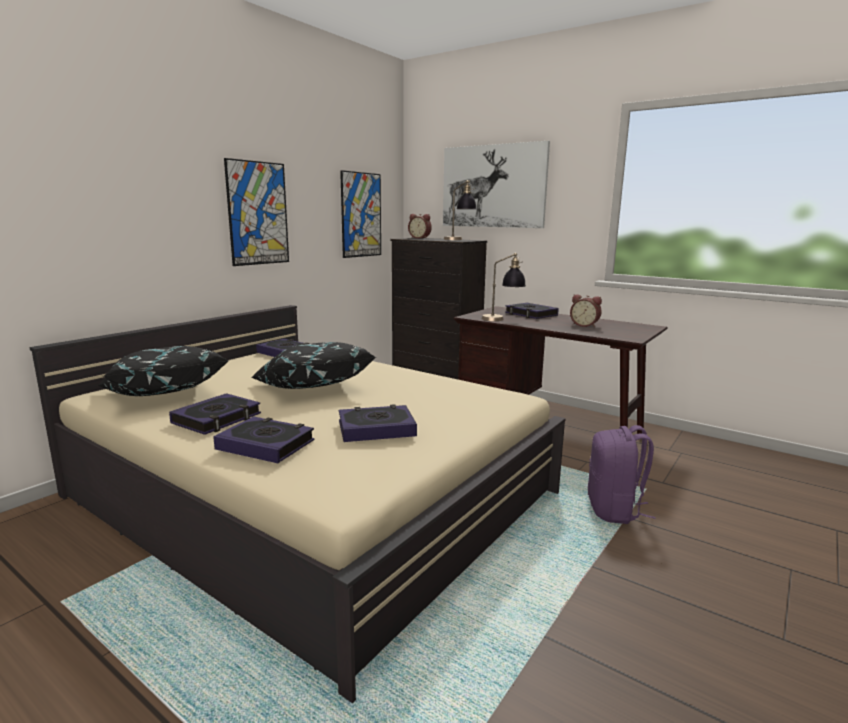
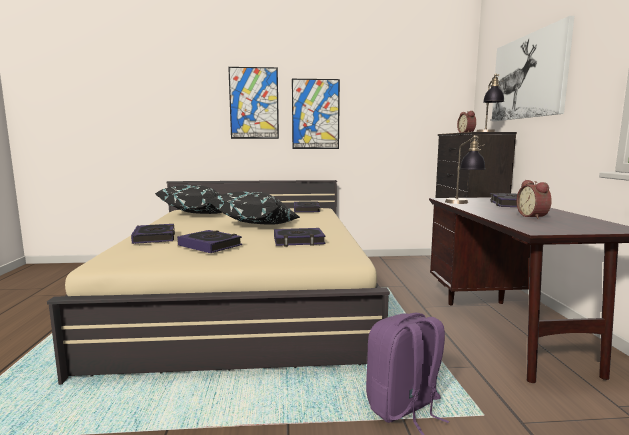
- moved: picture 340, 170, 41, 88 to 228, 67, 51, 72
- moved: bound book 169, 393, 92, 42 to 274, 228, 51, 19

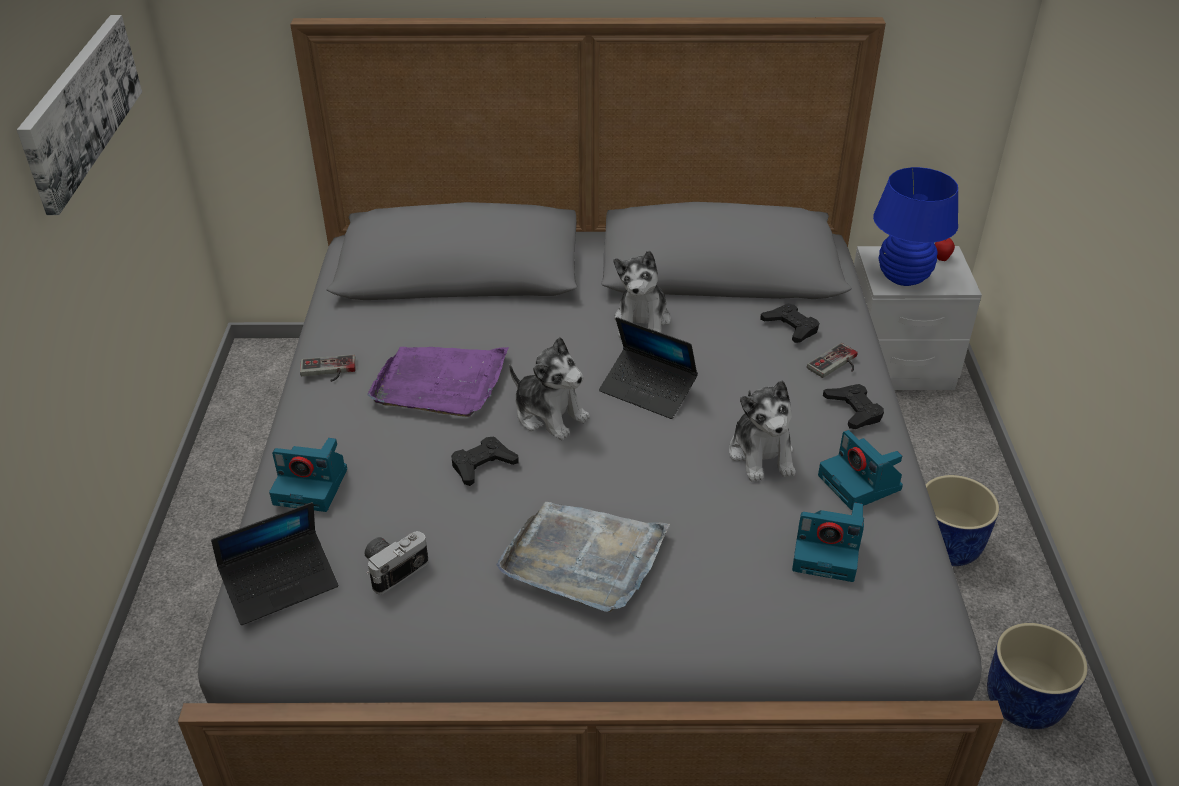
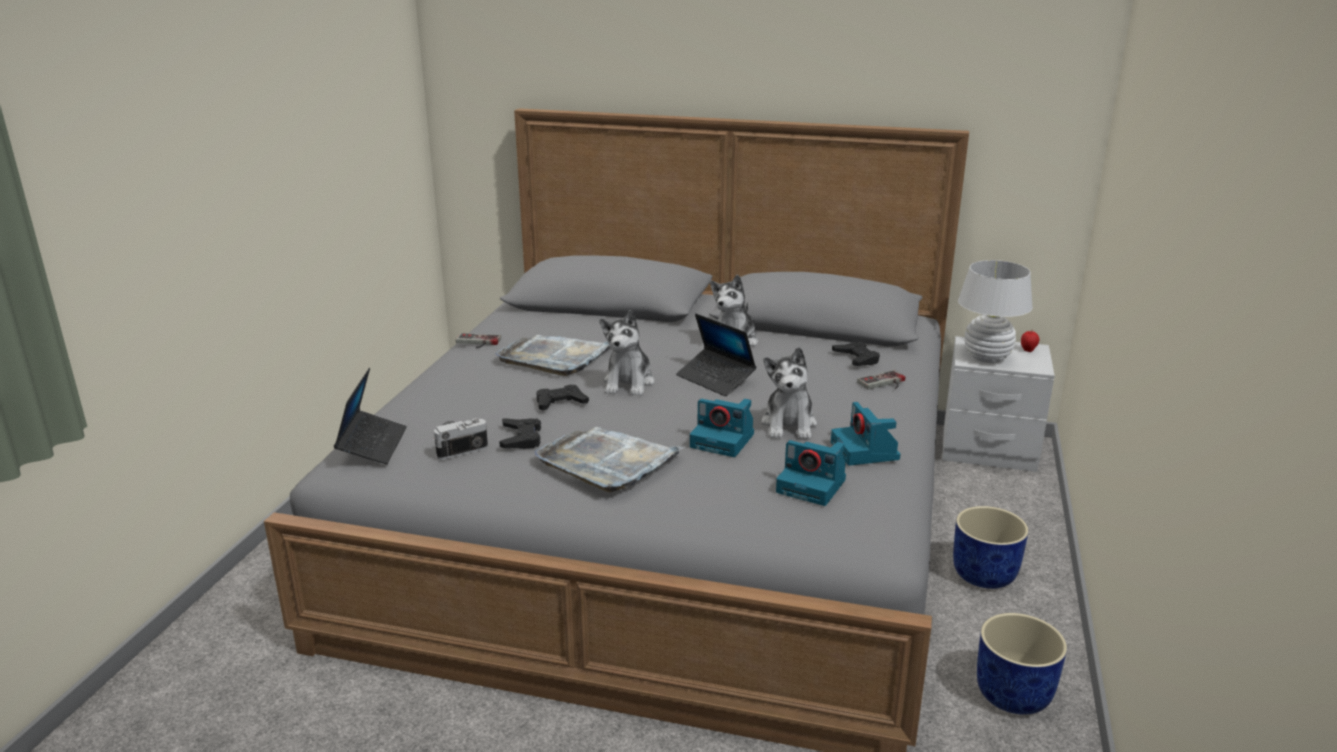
- removed: picture 17, 15, 125, 200
- recoloured: tabletop lamp/blue 873, 167, 85, 119 to tabletop lamp/white 958, 260, 75, 103
- turned: soft toy 509, 337, 81, 103 = 600, 310, 55, 86 45 degrees clockwise
- recoloured: serving tray/purplish 367, 347, 142, 70 to serving tray/greyish 495, 335, 116, 41
- moved: gamepad/black-coloured 823, 384, 61, 45 to 499, 418, 42, 31
- moved: photo camera 269, 438, 78, 74 to 690, 399, 64, 58
- turned: notebook computer 211, 502, 127, 123 = 334, 368, 73, 96 75 degrees counterclockwise

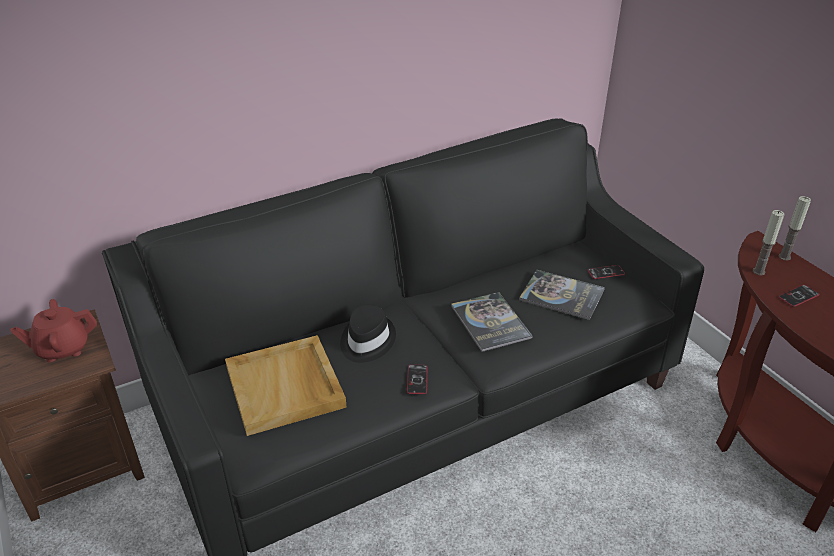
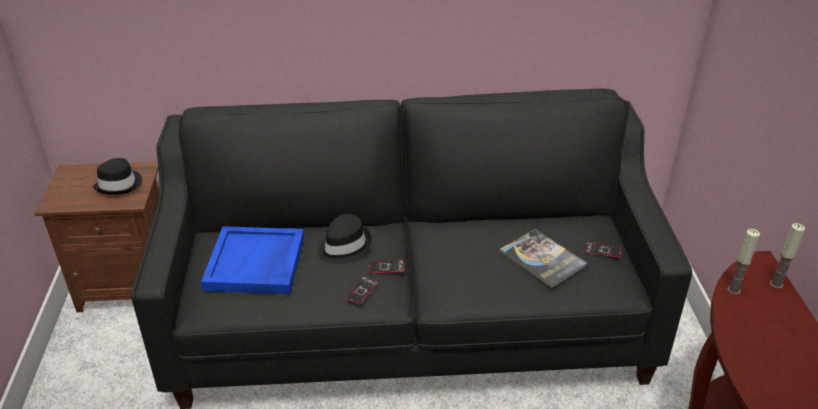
- moved: handset 778, 285, 41, 22 to 368, 260, 37, 14
- removed: bound book 451, 292, 82, 60
- replaced: tea pot/red 11, 299, 86, 63 to hat/black-coloured 93, 158, 49, 37
- recoloured: serving tray/sand-coloured 225, 335, 122, 101 to serving tray/blue 201, 226, 103, 68

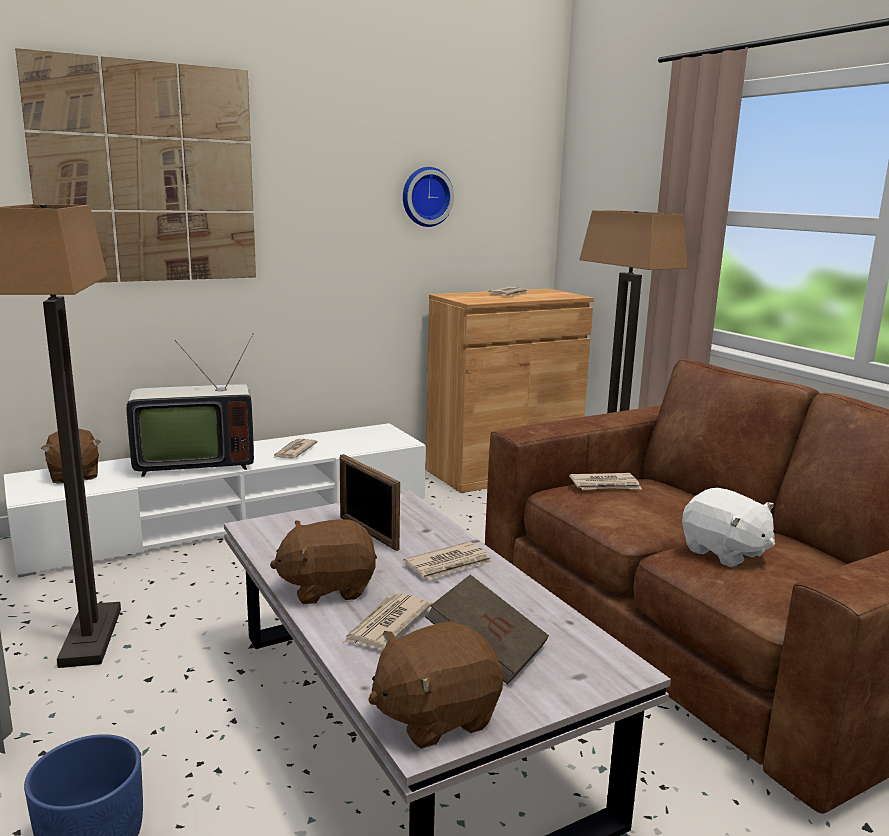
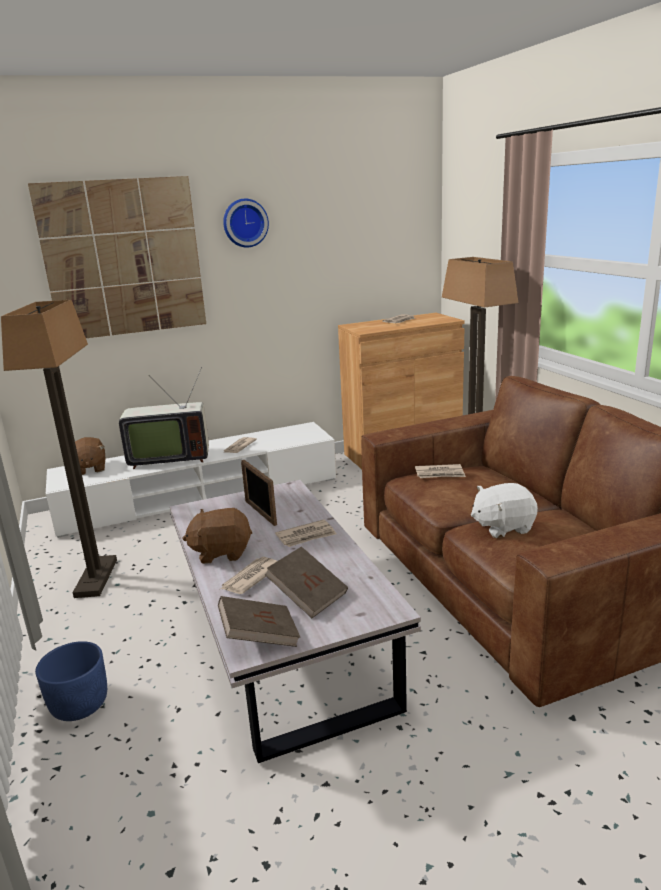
- moved: wall clock 403, 167, 51, 60 to 223, 199, 46, 49
- turned: soft toy/white 682, 488, 93, 80 = 471, 483, 67, 55 105 degrees clockwise
- replaced: soft toy/brown-coloured 368, 621, 135, 128 to bound book/brown-coloured 218, 596, 82, 51

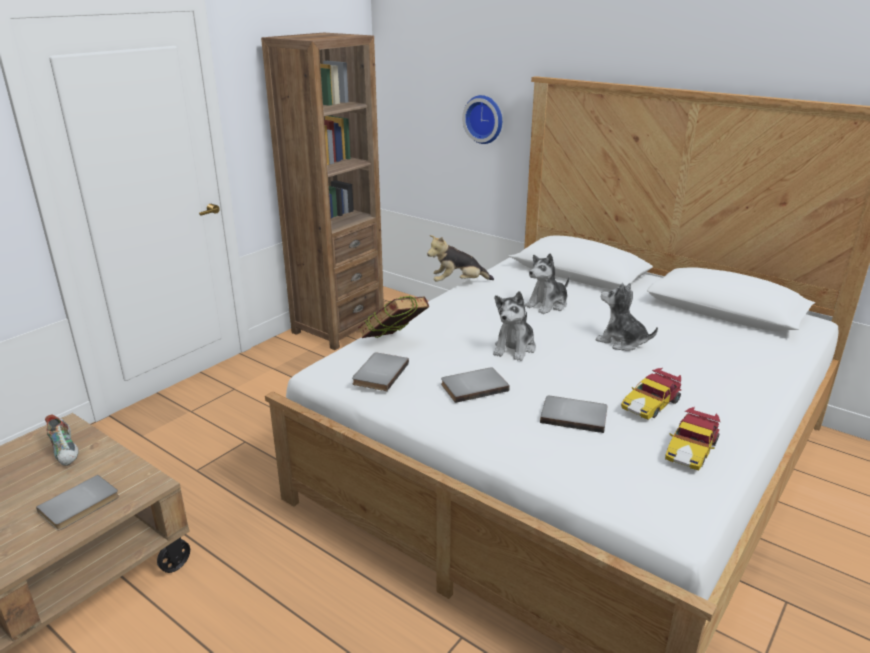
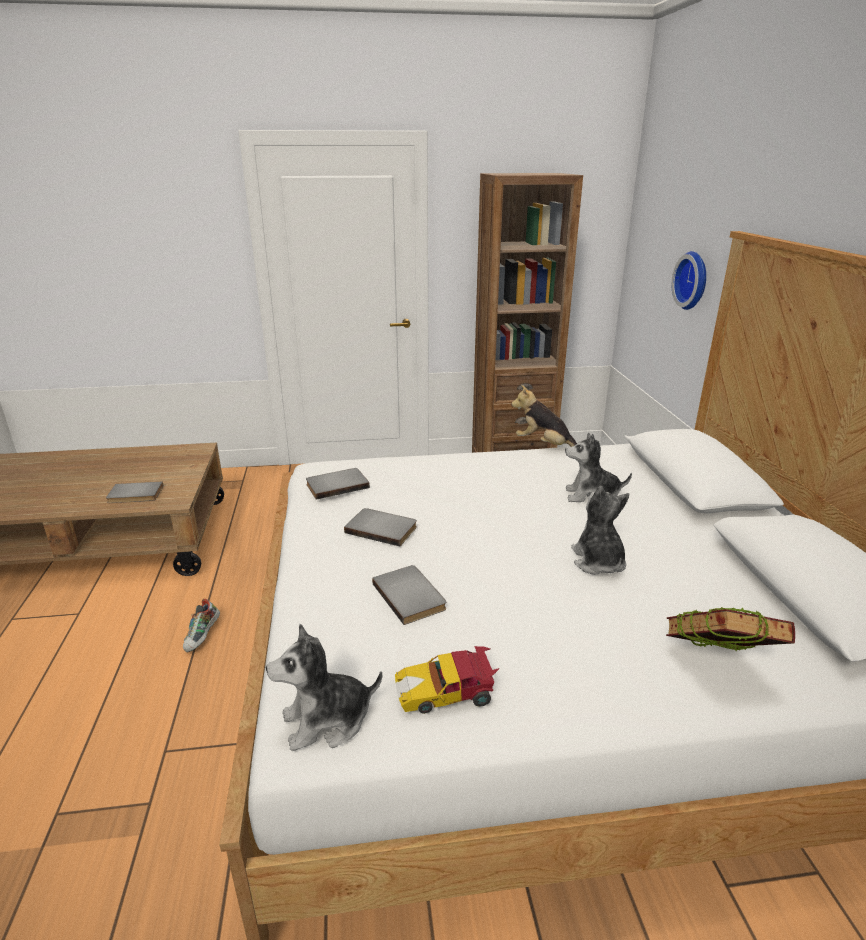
- moved: soft toy 493, 291, 43, 70 to 266, 624, 116, 127
- moved: bound book 358, 296, 71, 42 to 666, 607, 129, 44
- removed: model car 621, 368, 60, 52
- moved: low shoe 45, 414, 34, 52 to 183, 599, 37, 53

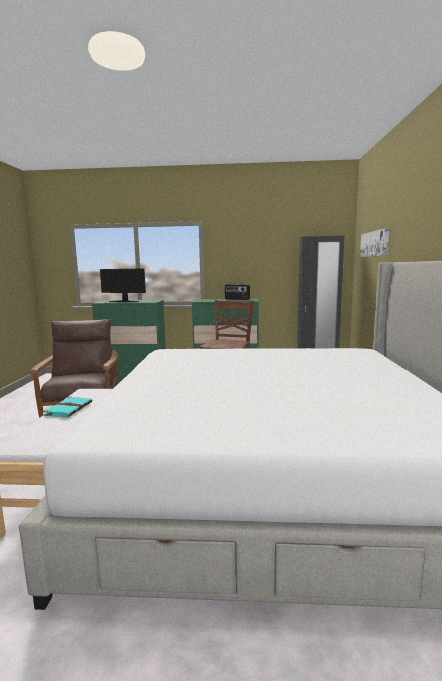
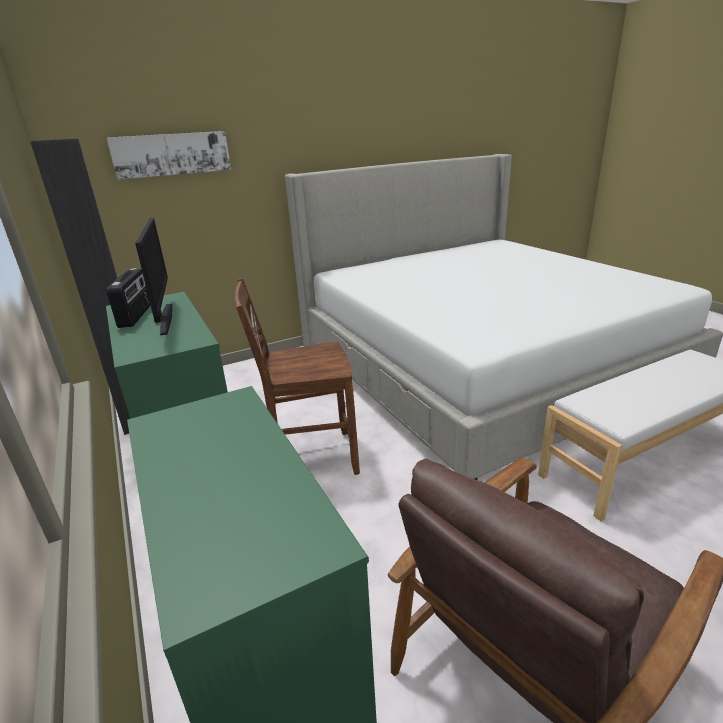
- moved: monitor 100, 269, 46, 33 to 135, 218, 37, 117
- removed: bound book/turquoise-coloured 43, 397, 49, 21

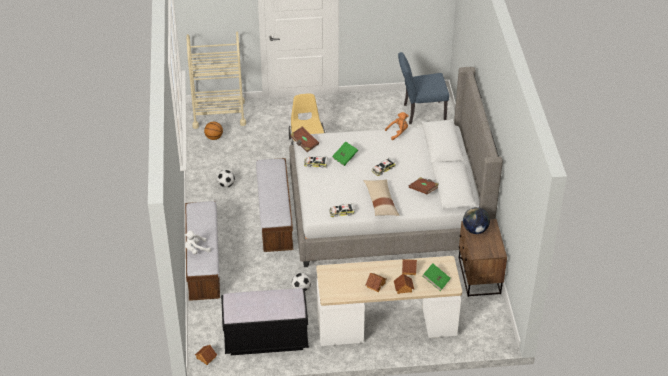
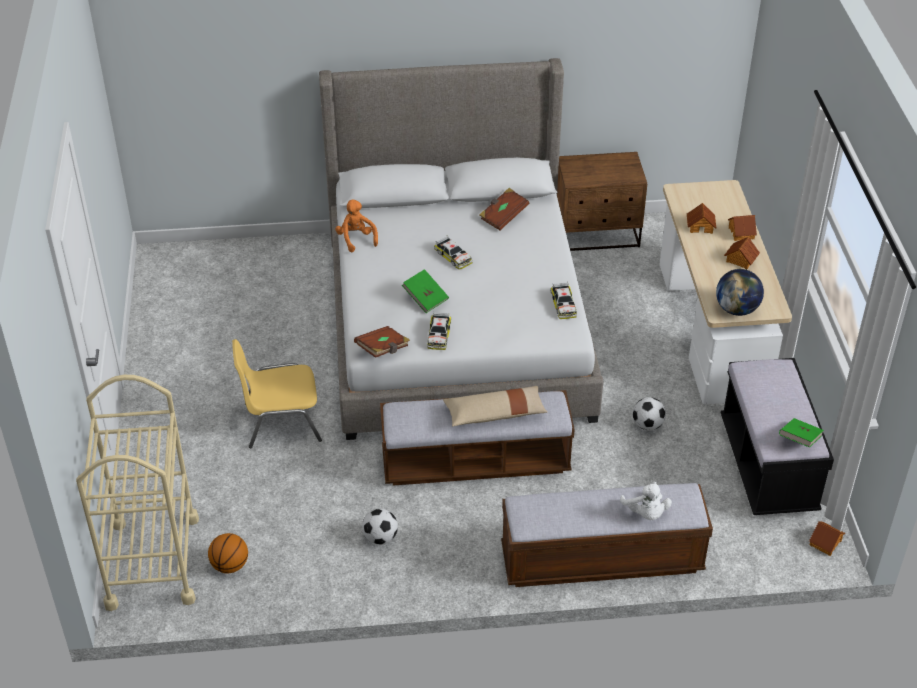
- removed: chair/blue 398, 52, 51, 72
- moved: throw pillow/sand-coloured 363, 180, 37, 36 to 443, 386, 105, 40
- moved: globe 463, 207, 27, 27 to 716, 269, 48, 47
- moved: bound book/greenish 422, 263, 29, 28 to 779, 418, 45, 30

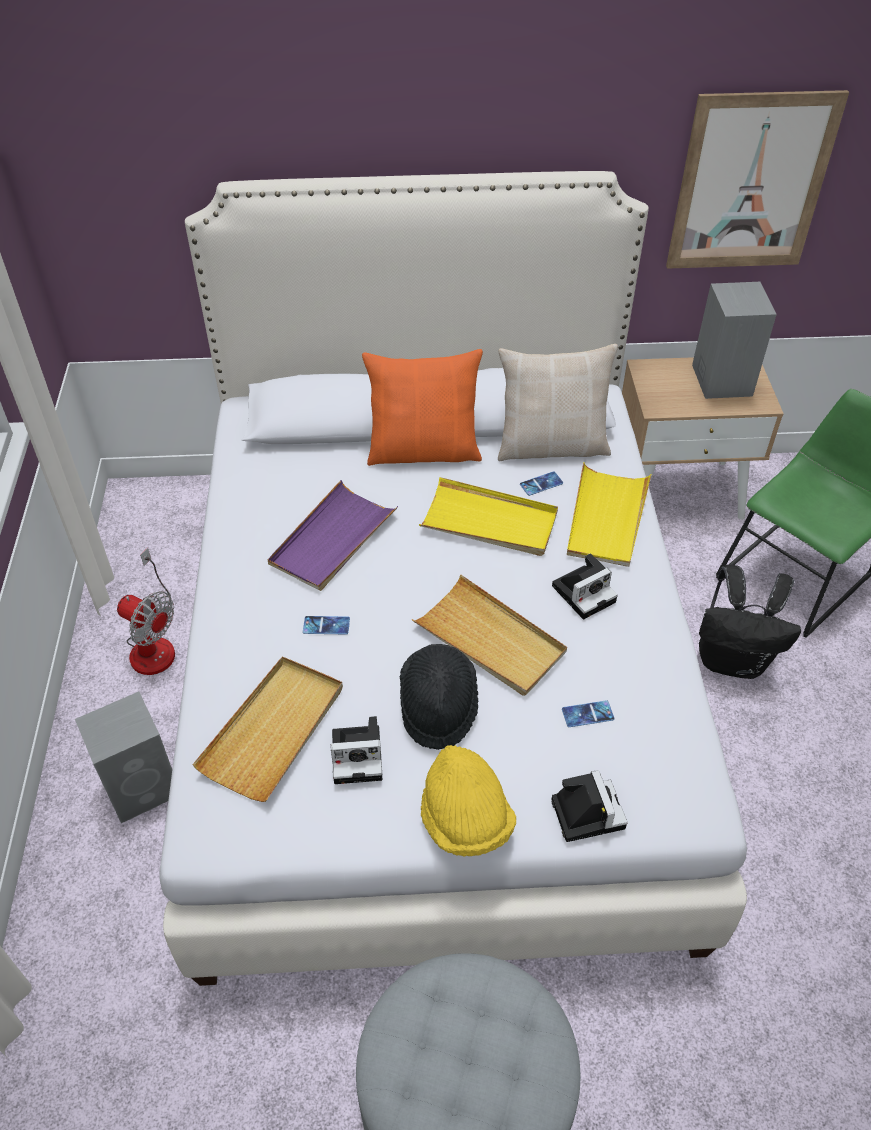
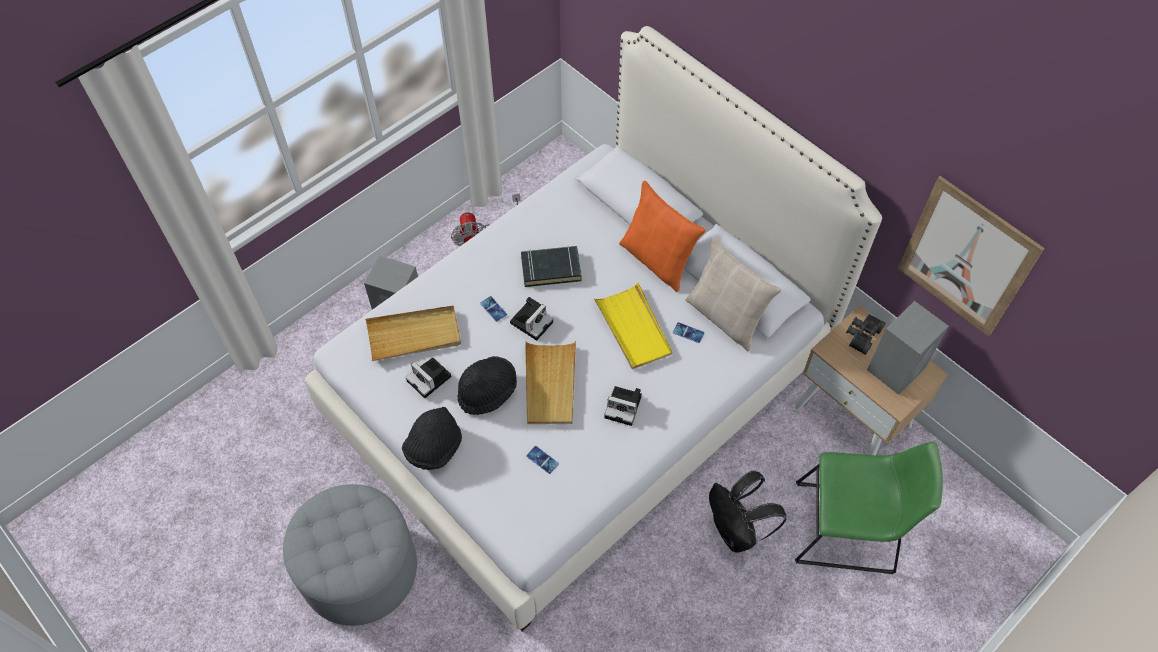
- removed: serving tray/yellowish 567, 462, 85, 105
- replaced: serving tray/purplish 268, 480, 130, 111 to bound book/black-coloured 521, 246, 61, 41
- recoloured: hat/yellowish 421, 745, 95, 112 to hat/black-coloured 402, 407, 60, 63
- moved: photo camera 551, 770, 77, 72 to 510, 297, 43, 44
- added: pair of binoculars/black-coloured 846, 314, 39, 41

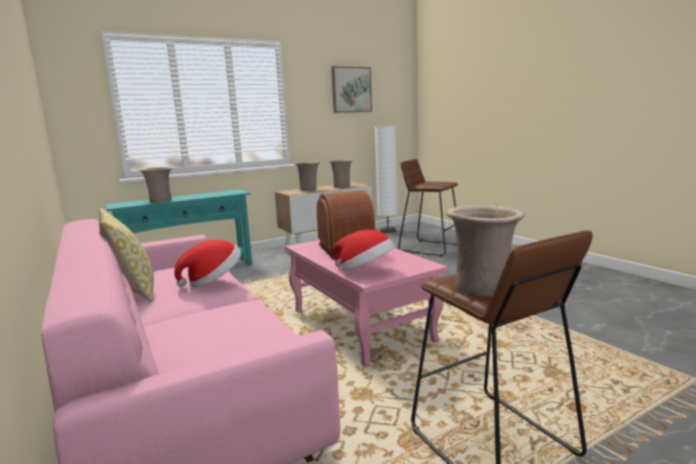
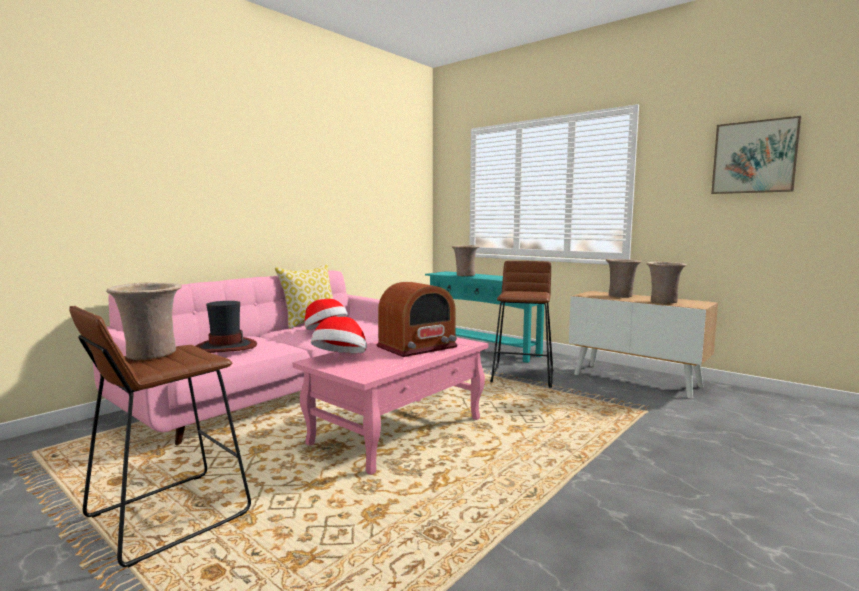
- removed: standard lamp/white 375, 125, 23, 108
- moved: stool seat/brown-coloured 398, 159, 60, 97 to 490, 261, 63, 127
- added: hat 196, 301, 61, 52

